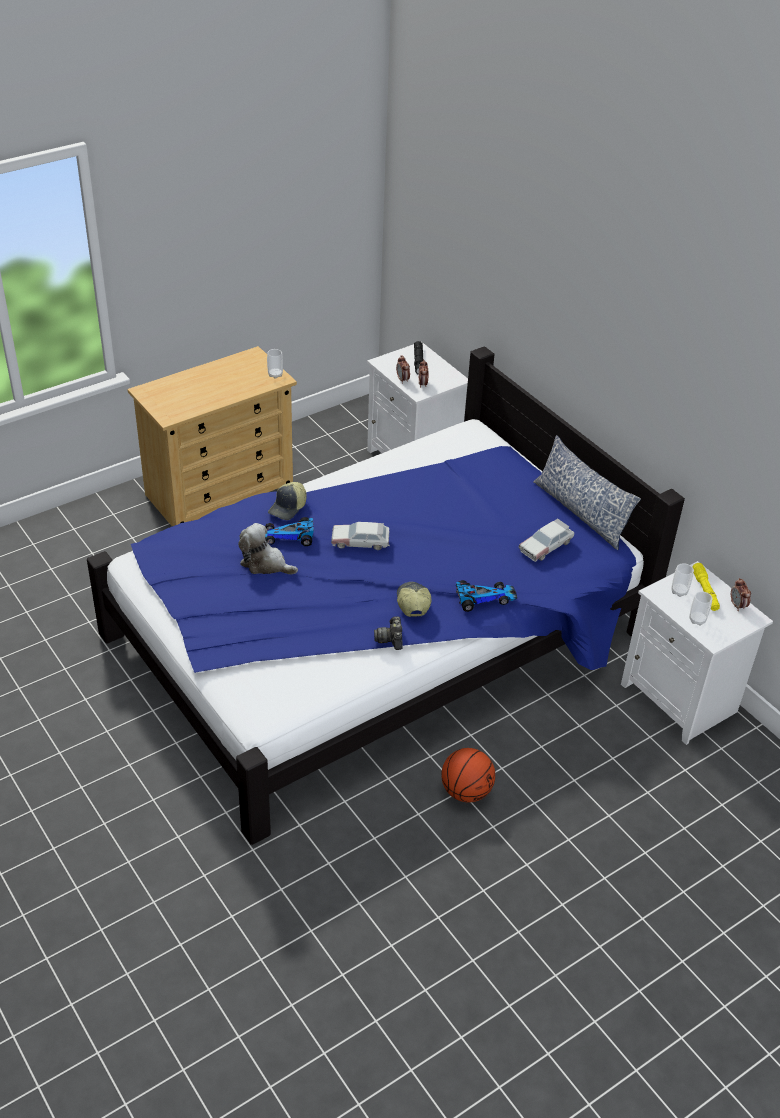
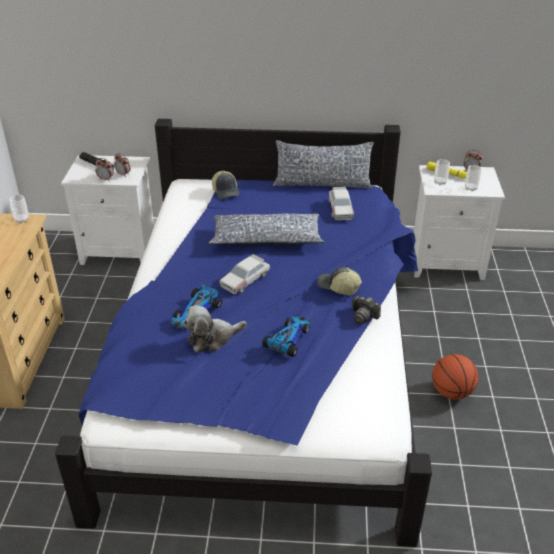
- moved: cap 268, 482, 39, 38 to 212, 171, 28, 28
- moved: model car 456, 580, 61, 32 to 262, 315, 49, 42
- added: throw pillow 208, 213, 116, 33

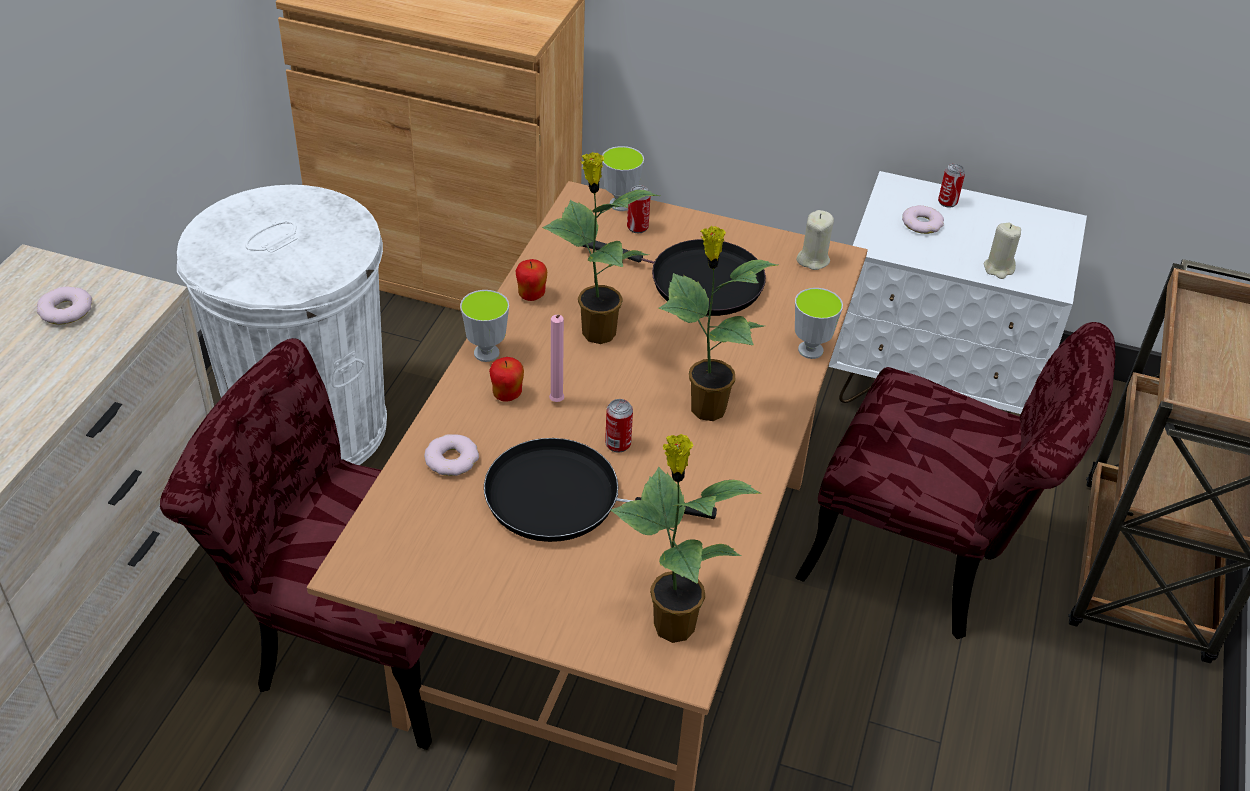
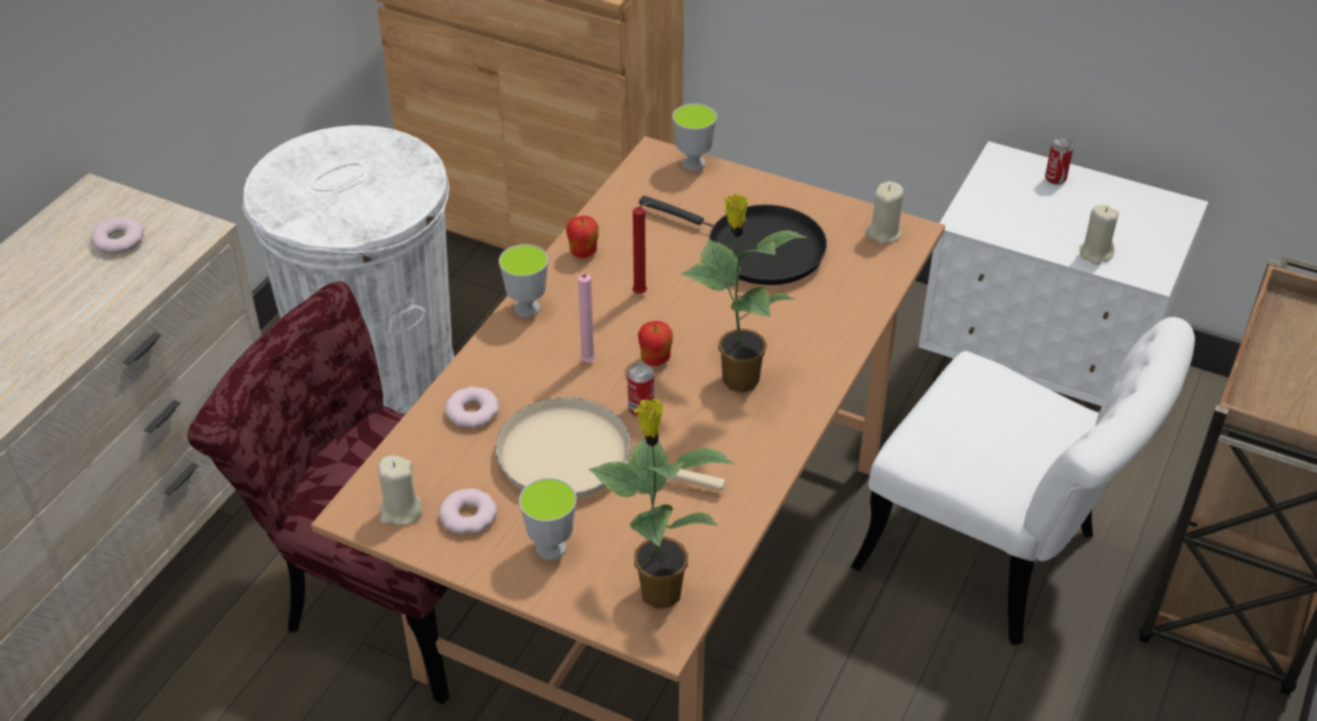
- replaced: houseplant 542, 152, 118, 192 to wax candle/red 633, 202, 19, 92
- removed: sealed can 627, 185, 24, 48
- moved: donut 902, 205, 42, 29 to 439, 488, 58, 47
- moved: drinking cup 795, 288, 48, 71 to 519, 478, 58, 82
- recoloured: chair/red 795, 322, 320, 317 to chair/white 851, 317, 344, 328
- moved: apple 489, 357, 35, 45 to 638, 321, 35, 45
- recoloured: frying pan/black-coloured 484, 438, 233, 104 to frying pan/sand-coloured 495, 397, 230, 102
- added: wax candle/sand-coloured 378, 455, 44, 71

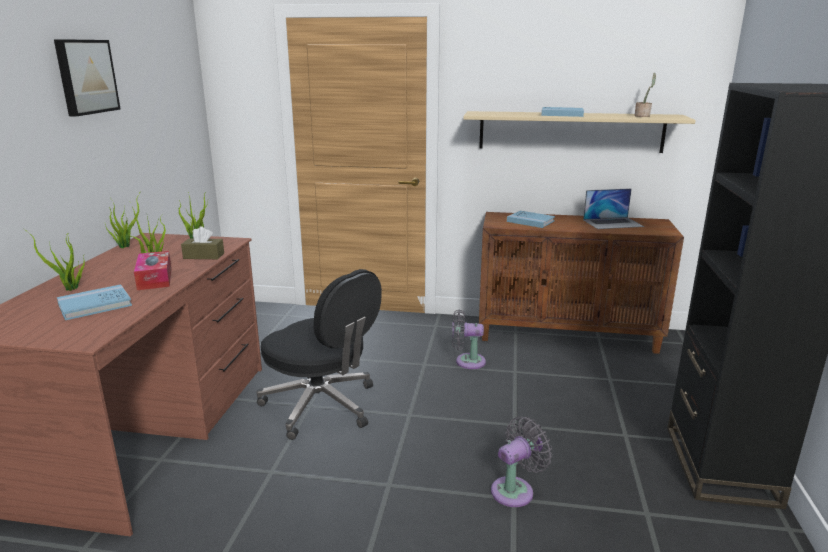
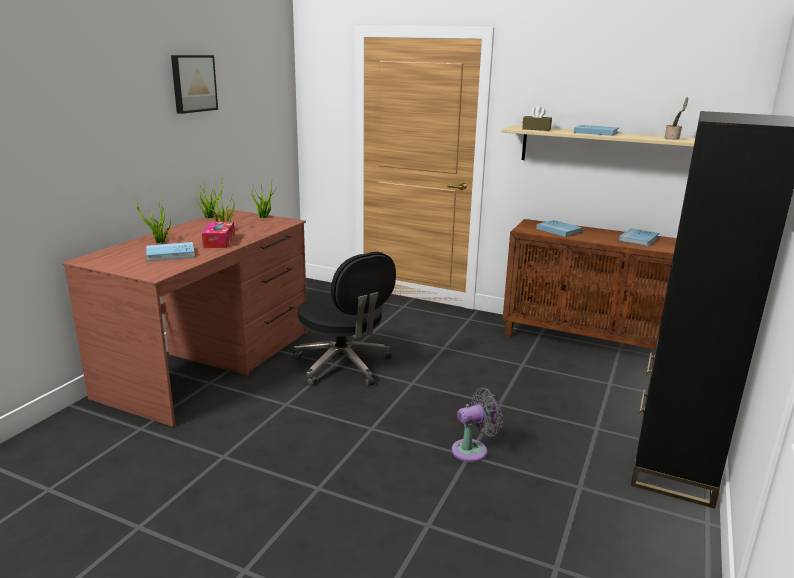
- replaced: notebook computer 583, 188, 61, 41 to bound book/blue 619, 228, 40, 18
- moved: tissue box/brown-coloured 181, 227, 43, 32 to 522, 105, 30, 26
- removed: cooling fan/greyish 452, 310, 34, 59

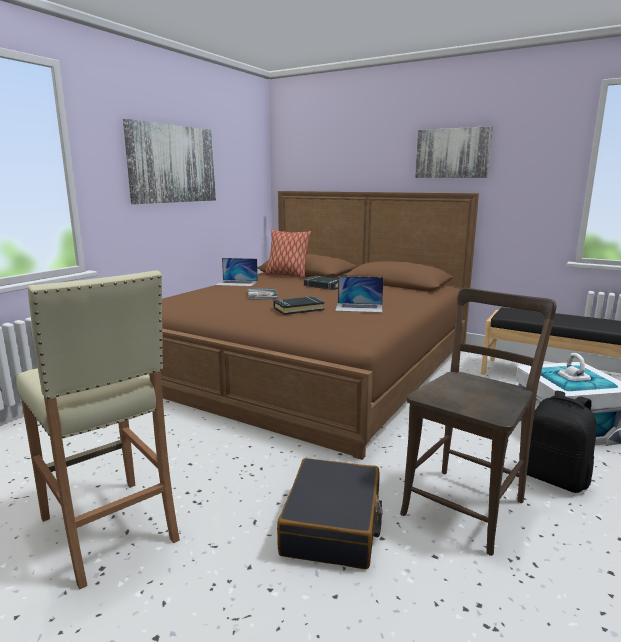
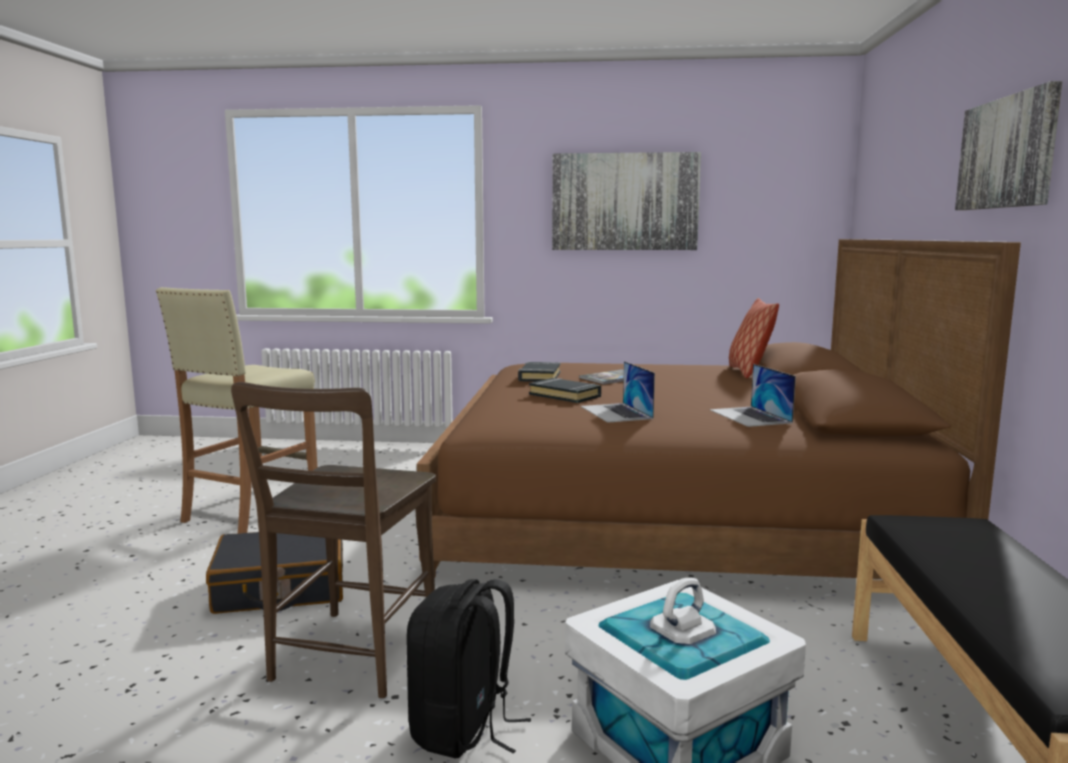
- moved: notebook computer 216, 258, 42, 28 to 710, 364, 86, 63
- moved: bound book/black-coloured 304, 276, 34, 14 to 518, 362, 43, 20
- turned: chair/brown-coloured 400, 288, 156, 268 = 231, 382, 205, 316 90 degrees clockwise

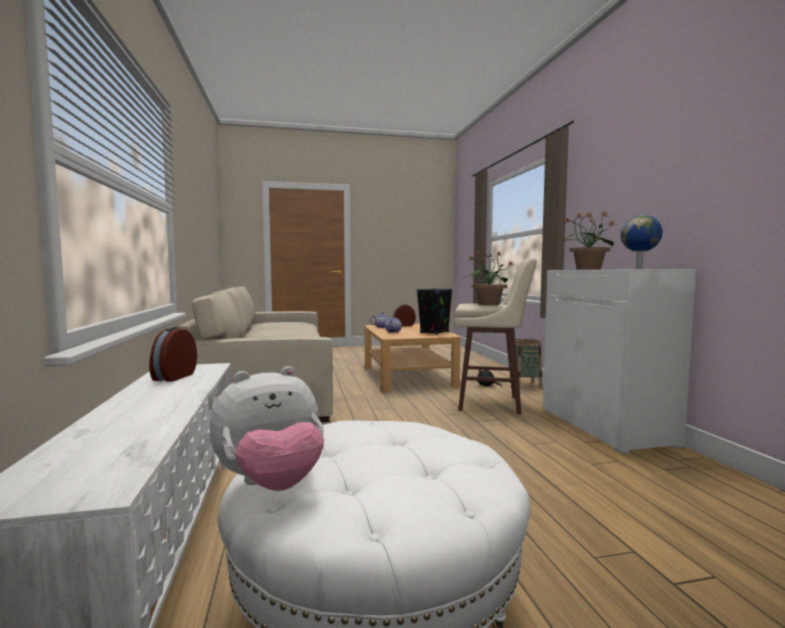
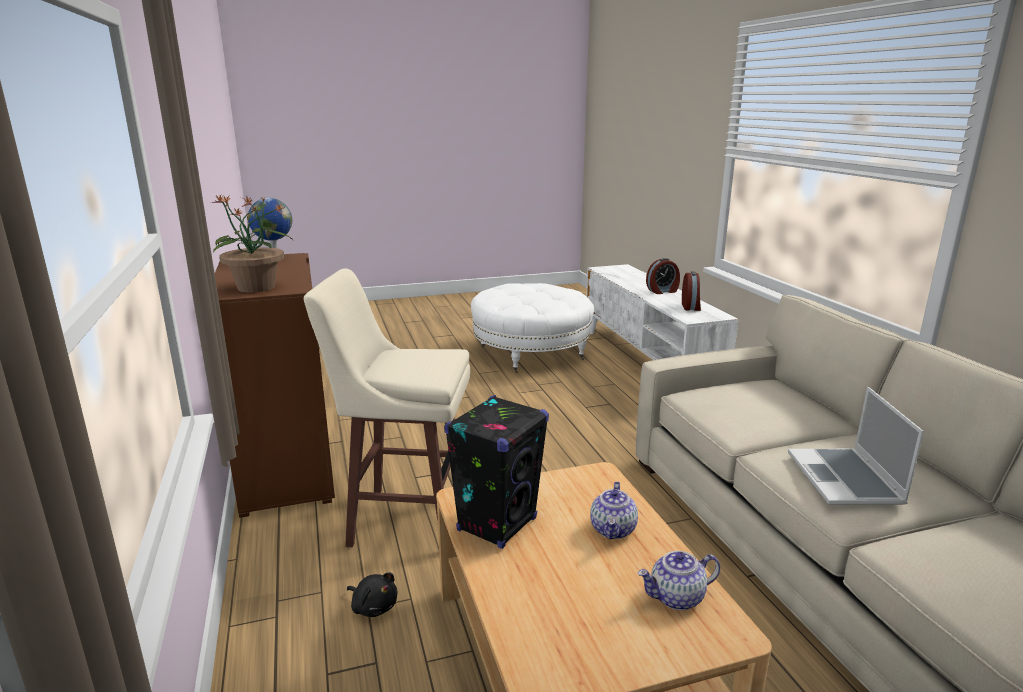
- removed: houseplant 464, 250, 49, 55
- recoloured: storage cabinet/white 543, 270, 153, 184 to storage cabinet/brown-coloured 215, 253, 120, 265
- moved: bedside clock 393, 304, 23, 22 to 646, 258, 34, 36
- removed: storage basket 509, 339, 33, 50
- removed: soft toy 210, 366, 114, 125
- added: notebook computer 788, 387, 136, 118

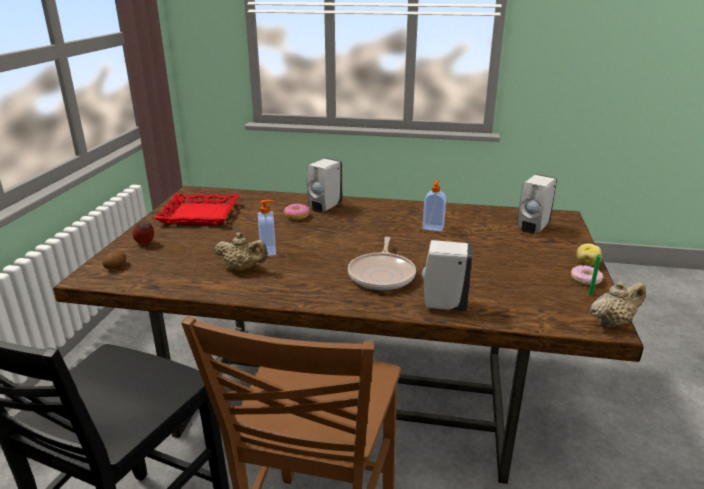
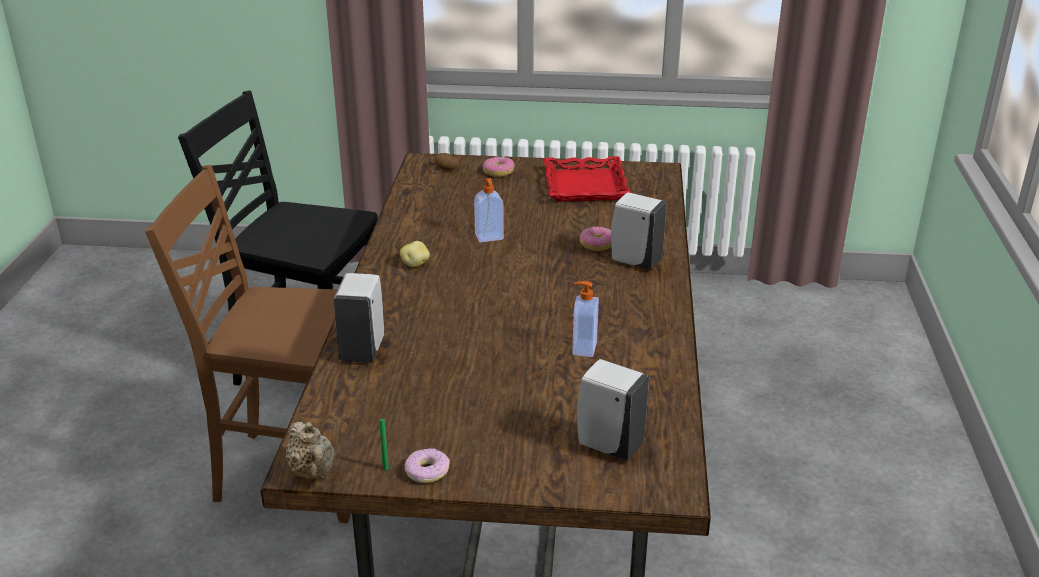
- replaced: apple 133, 222, 21, 22 to donut 483, 156, 31, 21
- removed: tea pot/sand-coloured 215, 232, 53, 39
- removed: frying pan 348, 236, 68, 55
- moved: potato 577, 243, 25, 23 to 400, 241, 30, 26

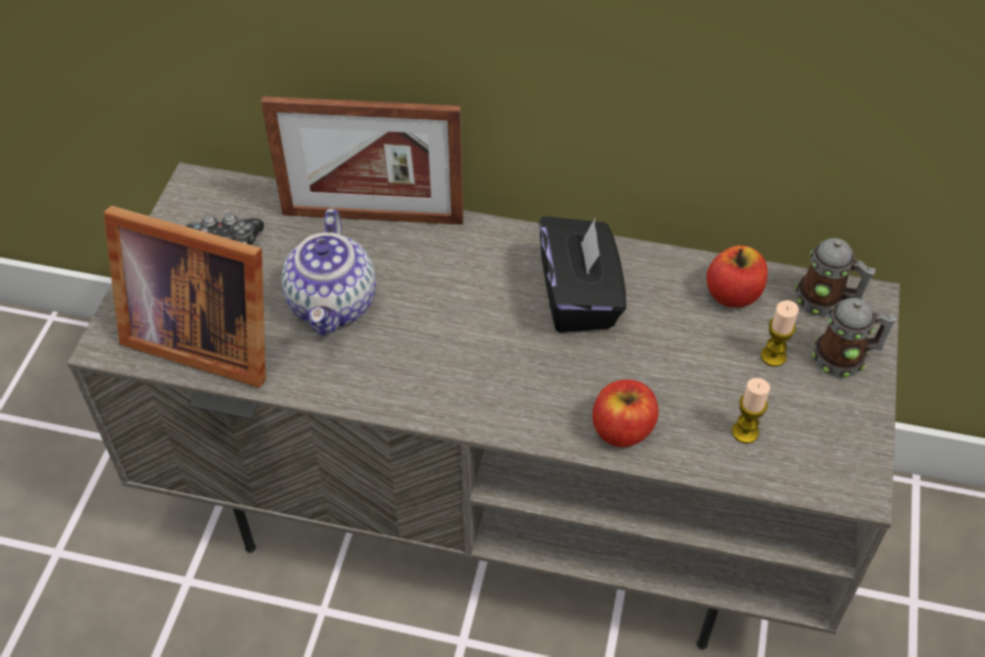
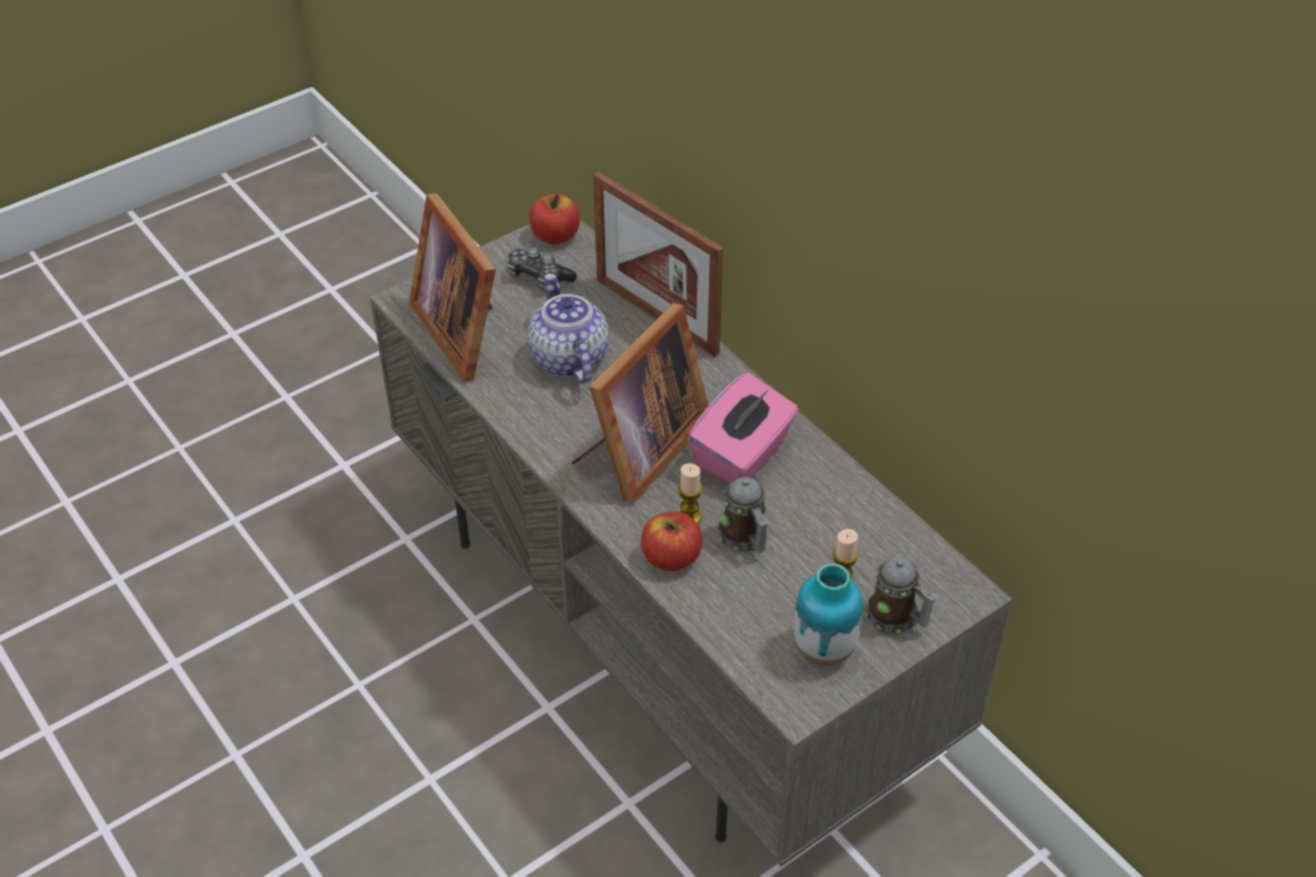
- turned: tea pot 281, 209, 95, 127 = 528, 273, 81, 111 120 degrees clockwise
- recoloured: tissue box/black-coloured 539, 216, 87, 117 to tissue box/pinkish 688, 373, 110, 111
- moved: tea mug 795, 238, 81, 79 to 717, 477, 51, 77
- moved: apple 707, 245, 61, 63 to 529, 194, 51, 51
- moved: wax candle 732, 378, 38, 66 to 678, 463, 24, 61
- added: photo frame 572, 303, 137, 200
- added: decorative vase 794, 563, 69, 103

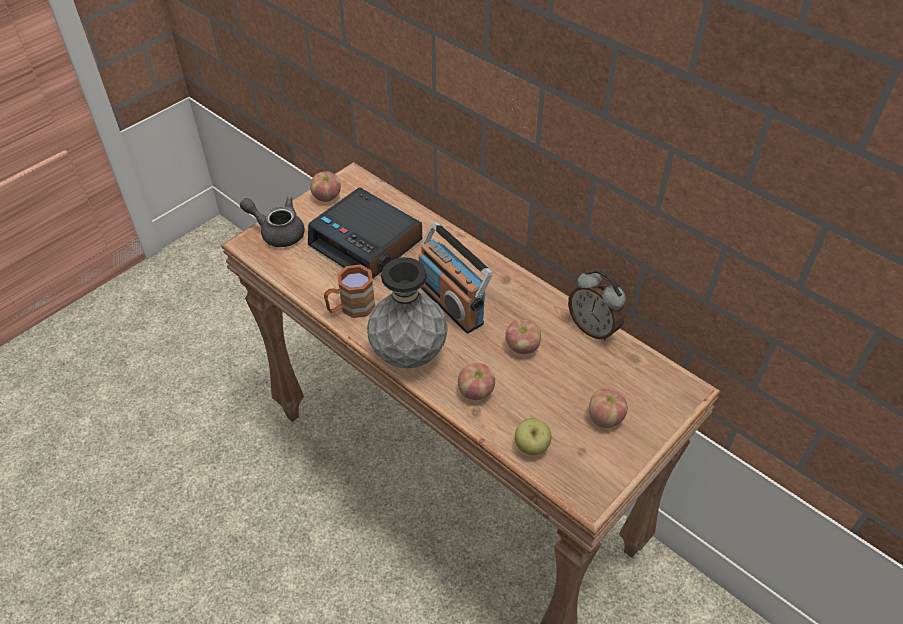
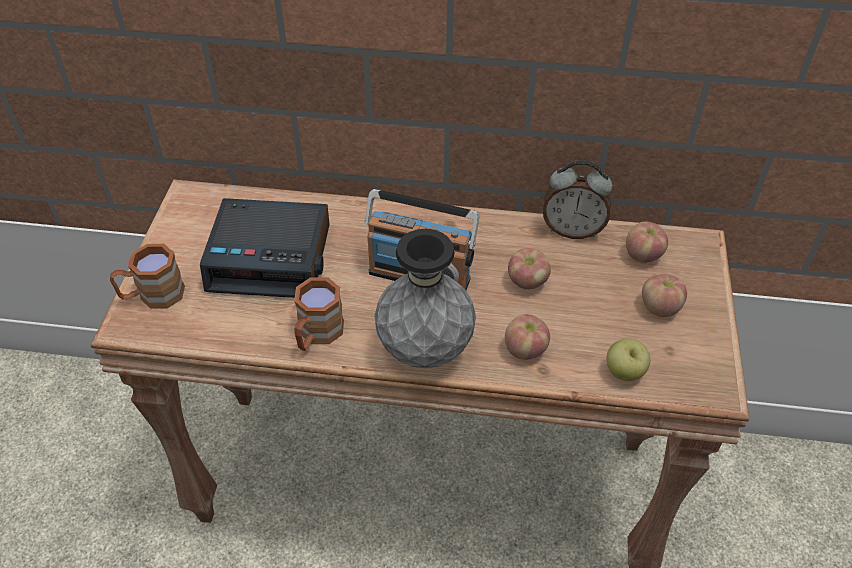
- moved: apple 310, 172, 31, 30 to 626, 222, 42, 41
- replaced: tea pot/greyish 240, 196, 65, 51 to tea mug/brown-coloured 110, 244, 75, 65

